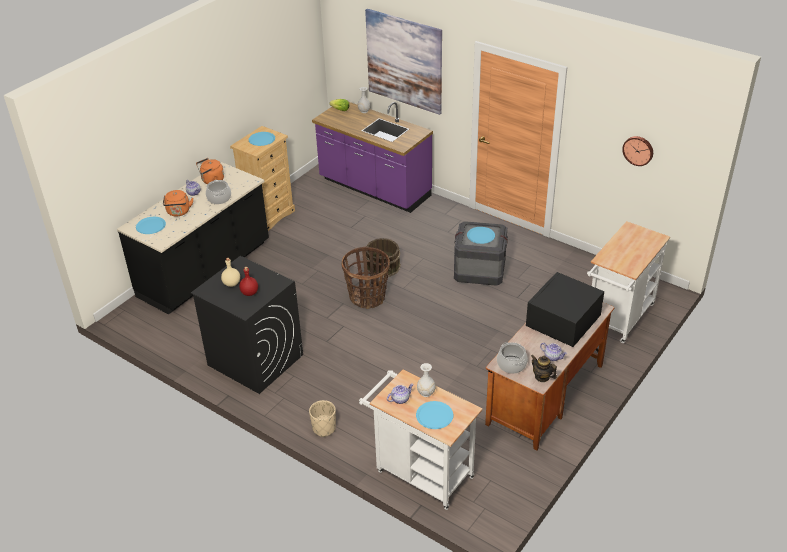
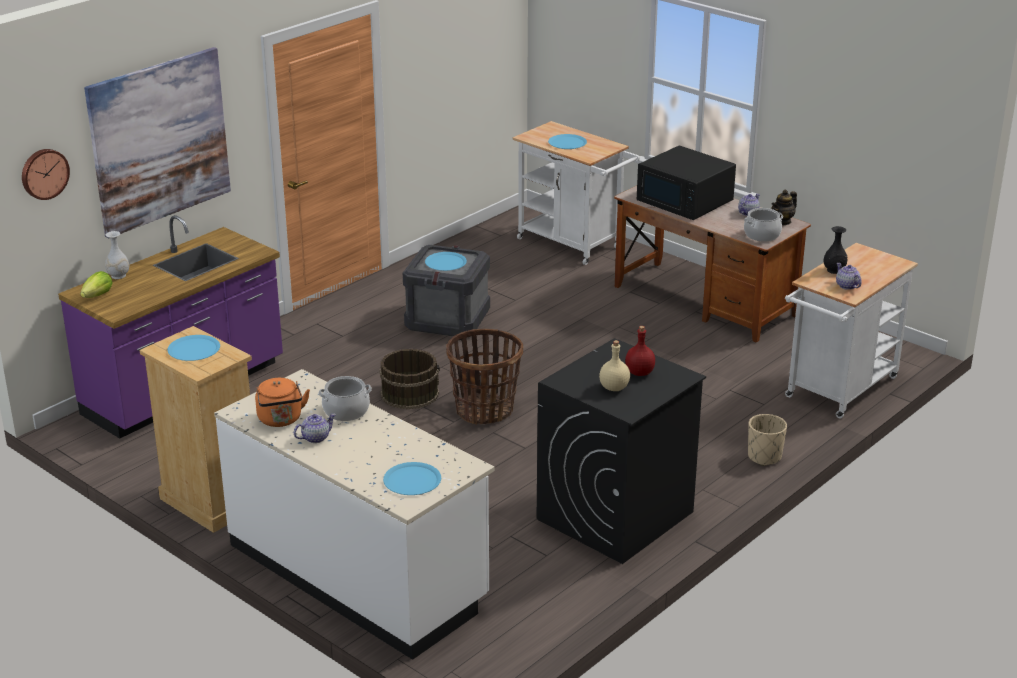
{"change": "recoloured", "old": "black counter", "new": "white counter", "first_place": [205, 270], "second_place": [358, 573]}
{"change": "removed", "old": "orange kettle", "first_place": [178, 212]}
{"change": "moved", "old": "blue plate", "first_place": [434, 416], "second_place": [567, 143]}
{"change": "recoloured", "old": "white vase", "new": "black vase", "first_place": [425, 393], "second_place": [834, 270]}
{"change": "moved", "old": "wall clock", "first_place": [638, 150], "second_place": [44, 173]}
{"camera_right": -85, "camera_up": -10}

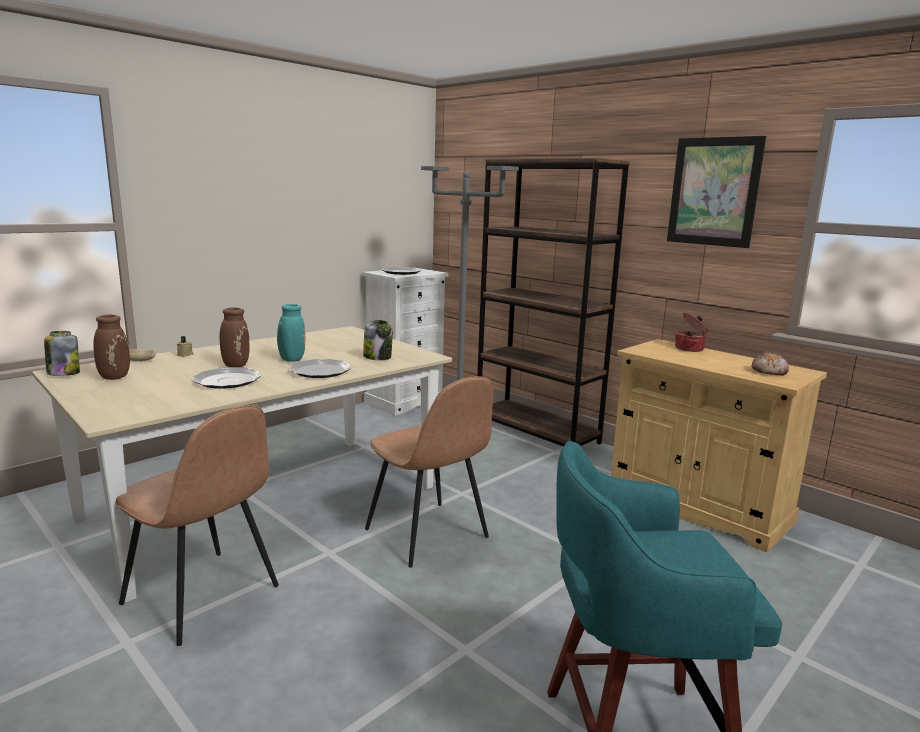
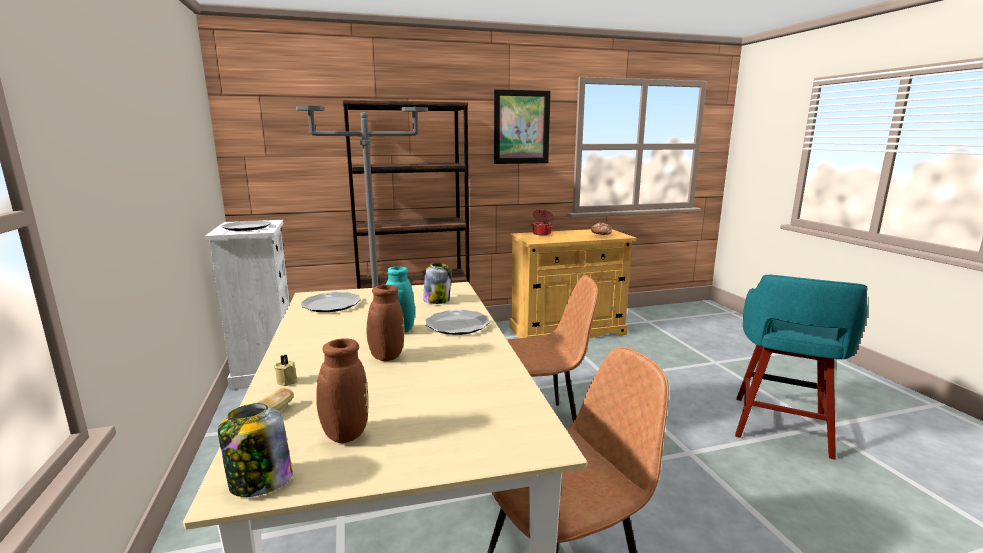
{"change": "moved", "old": "plate", "first_place": [227, 381], "second_place": [332, 304]}
{"camera_right": -60, "camera_up": 0}

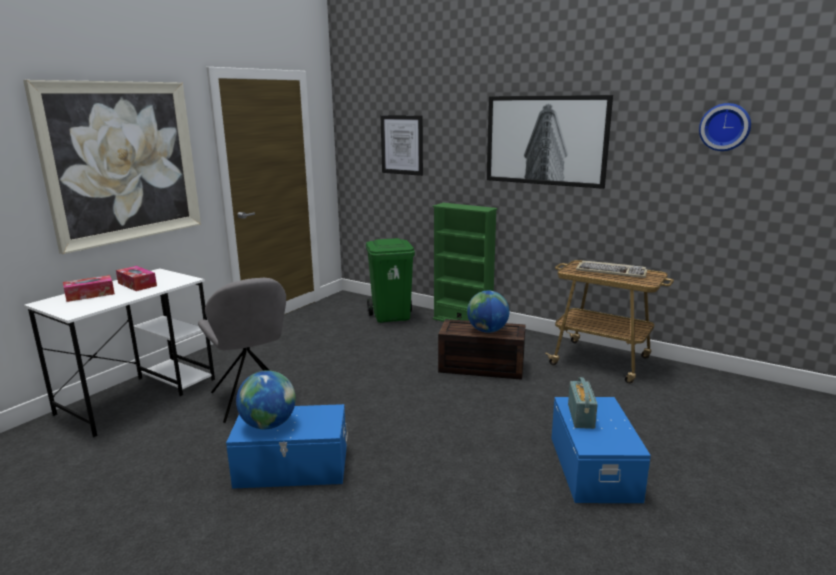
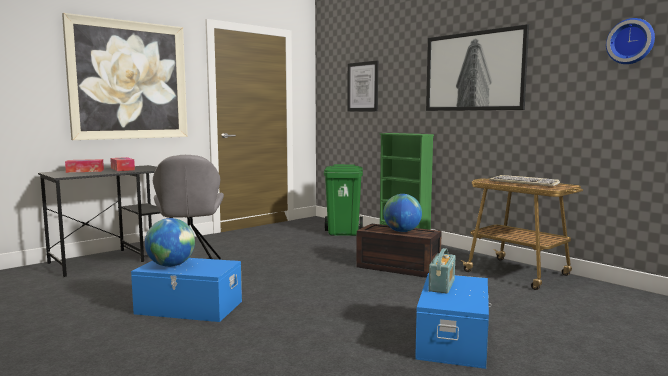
{"change": "recoloured", "old": "white desk", "new": "black desk", "first_place": [139, 395], "second_place": [113, 259]}
{"camera_right": 15, "camera_up": -10}

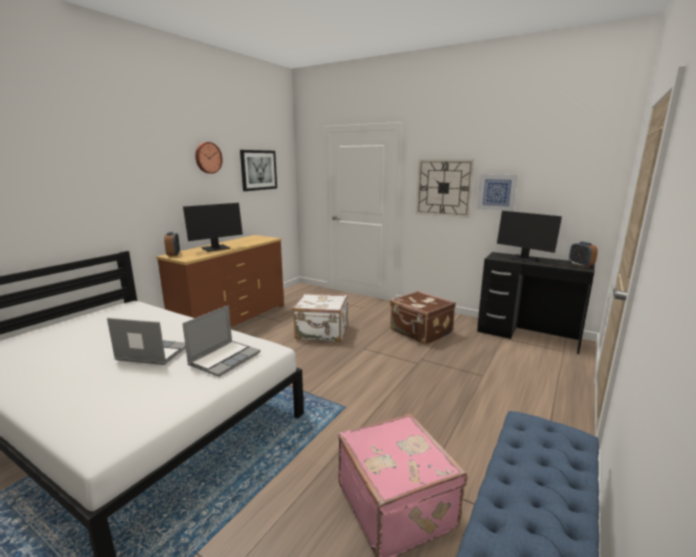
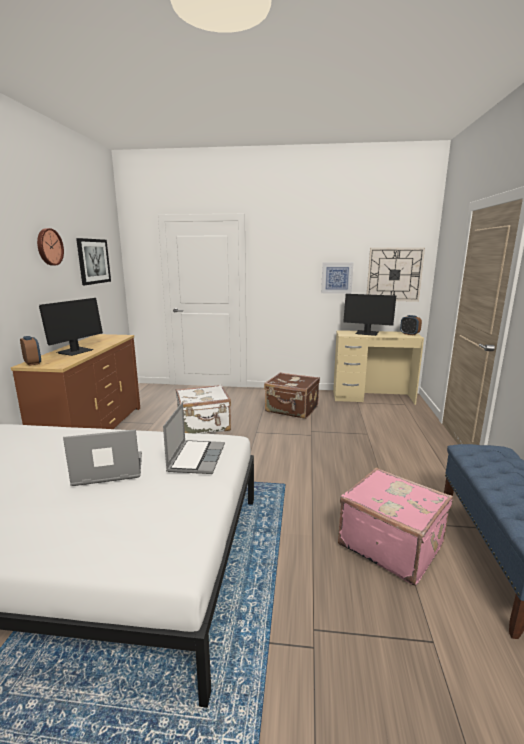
{"change": "moved", "old": "wall clock", "first_place": [443, 188], "second_place": [394, 274]}
{"change": "recoloured", "old": "black desk", "new": "beige desk", "first_place": [527, 335], "second_place": [372, 397]}
{"camera_right": -25, "camera_up": 0}

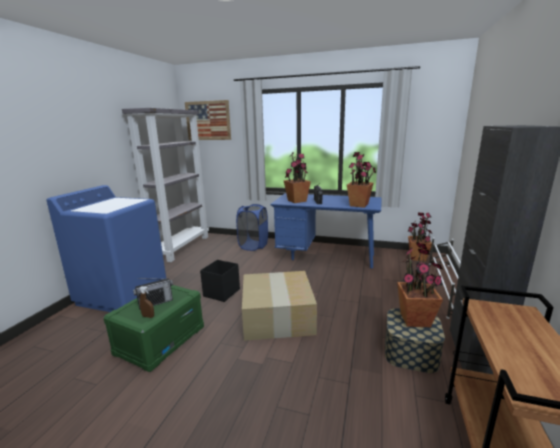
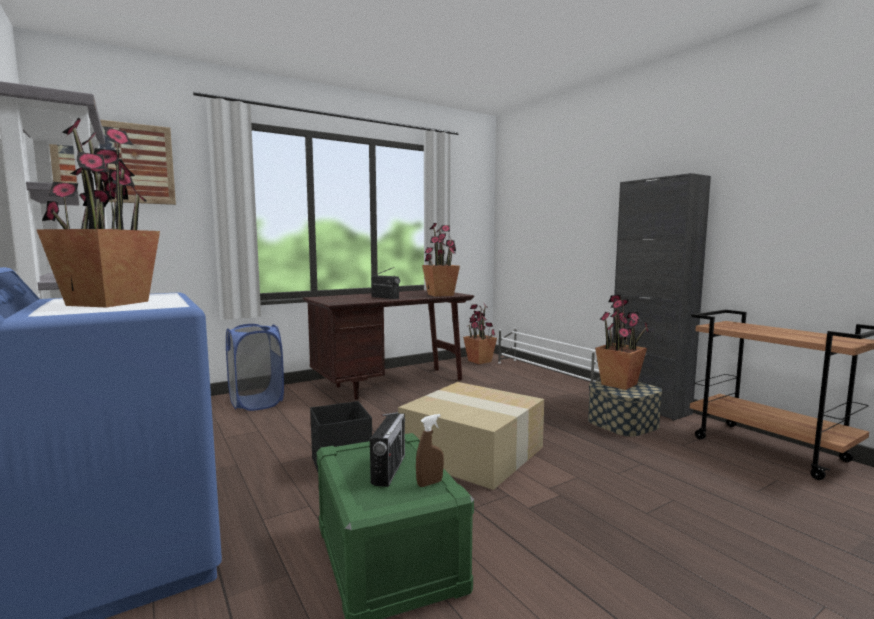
{"change": "recoloured", "old": "blue desk", "new": "brown desk", "first_place": [326, 256], "second_place": [391, 384]}
{"change": "moved", "old": "potted plant", "first_place": [297, 201], "second_place": [109, 303]}
{"camera_right": -50, "camera_up": -10}

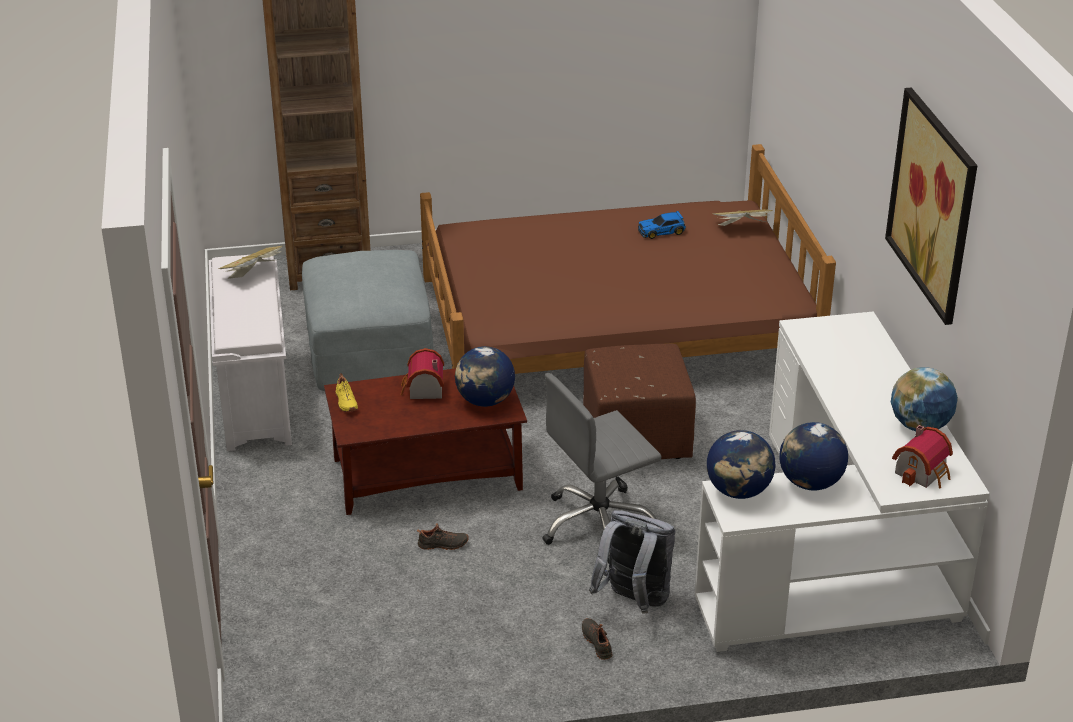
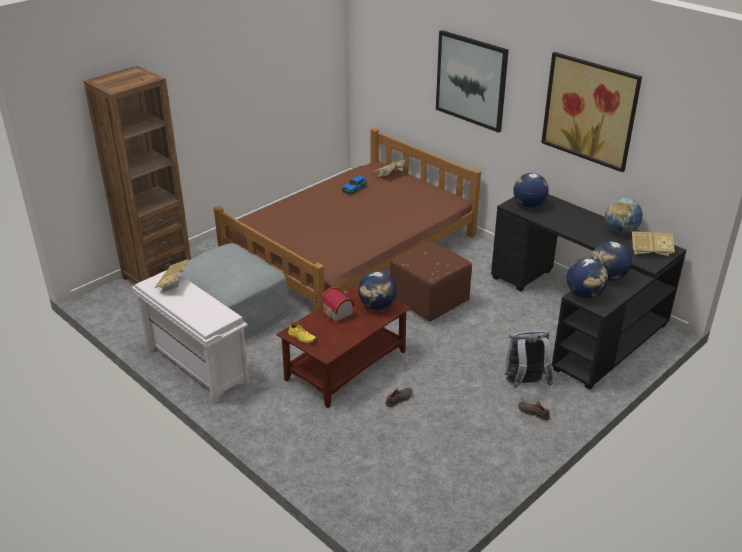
{"change": "removed", "old": "grey office chair", "first_place": [599, 525]}
{"change": "recoloured", "old": "white desk", "new": "black desk", "first_place": [839, 550], "second_place": [580, 315]}
{"change": "replaced", "old": "toy house", "new": "book", "first_place": [923, 472], "second_place": [650, 251]}
{"change": "added", "new": "picture", "second_place": [471, 80]}
{"change": "added", "new": "globe", "second_place": [528, 205]}
{"camera_right": -35, "camera_up": 0}

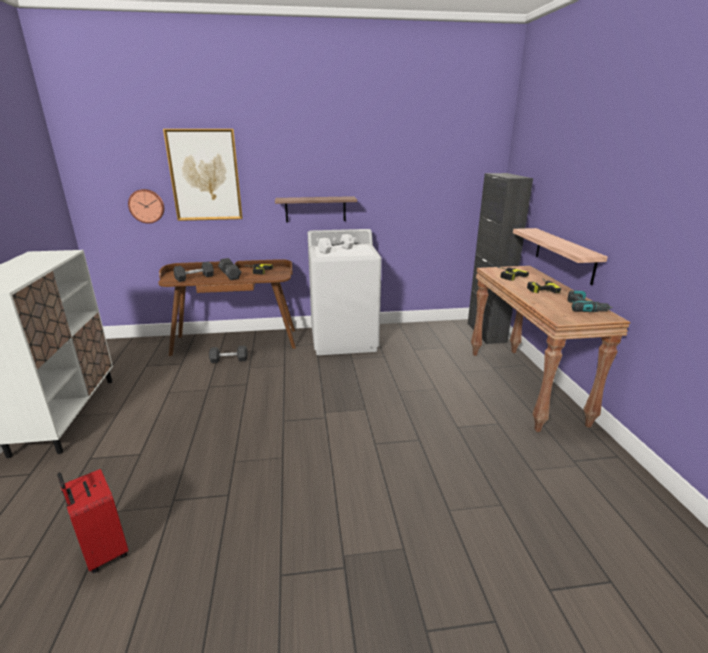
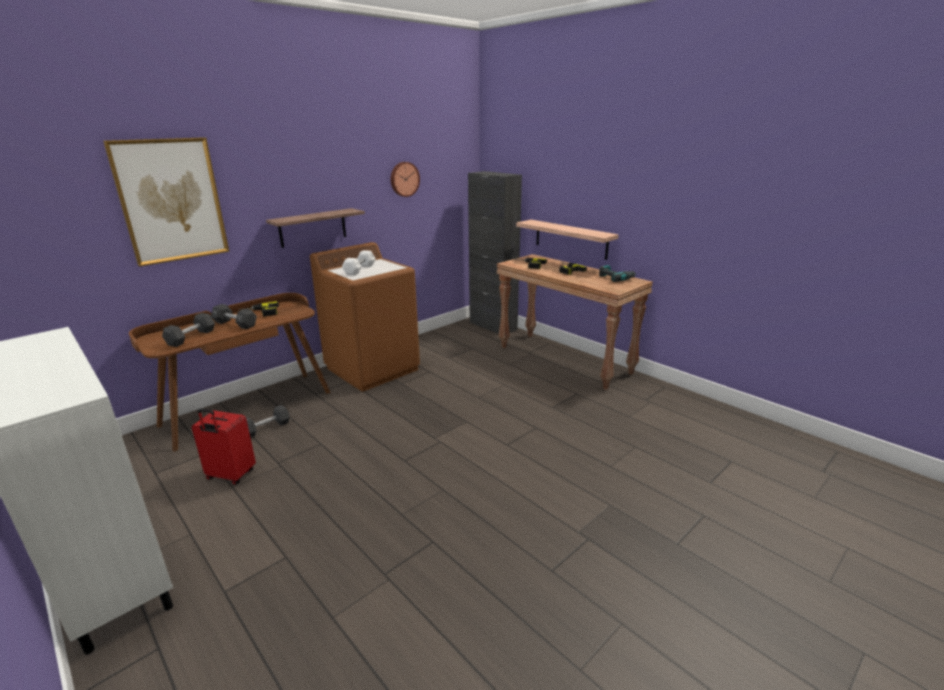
{"change": "moved", "old": "red suitcase", "first_place": [103, 552], "second_place": [230, 475]}
{"change": "moved", "old": "wall clock", "first_place": [147, 206], "second_place": [404, 179]}
{"change": "recoloured", "old": "white washing machine", "new": "brown washing machine", "first_place": [344, 339], "second_place": [373, 368]}
{"camera_right": -35, "camera_up": 0}

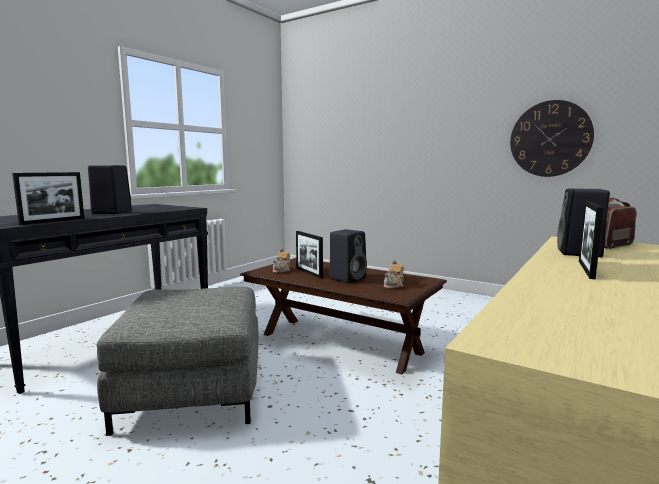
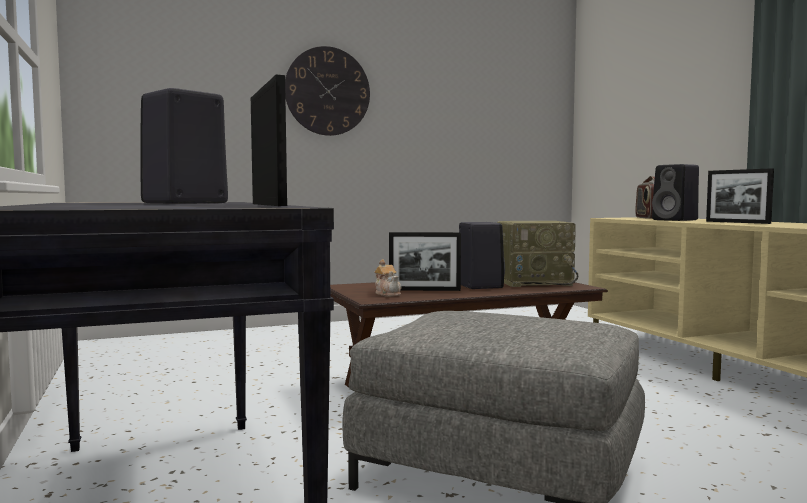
{"change": "replaced", "old": "teapot", "new": "radio", "first_place": [394, 285], "second_place": [534, 282]}
{"change": "moved", "old": "wall clock", "first_place": [550, 139], "second_place": [327, 91]}
{"camera_right": -55, "camera_up": -5}

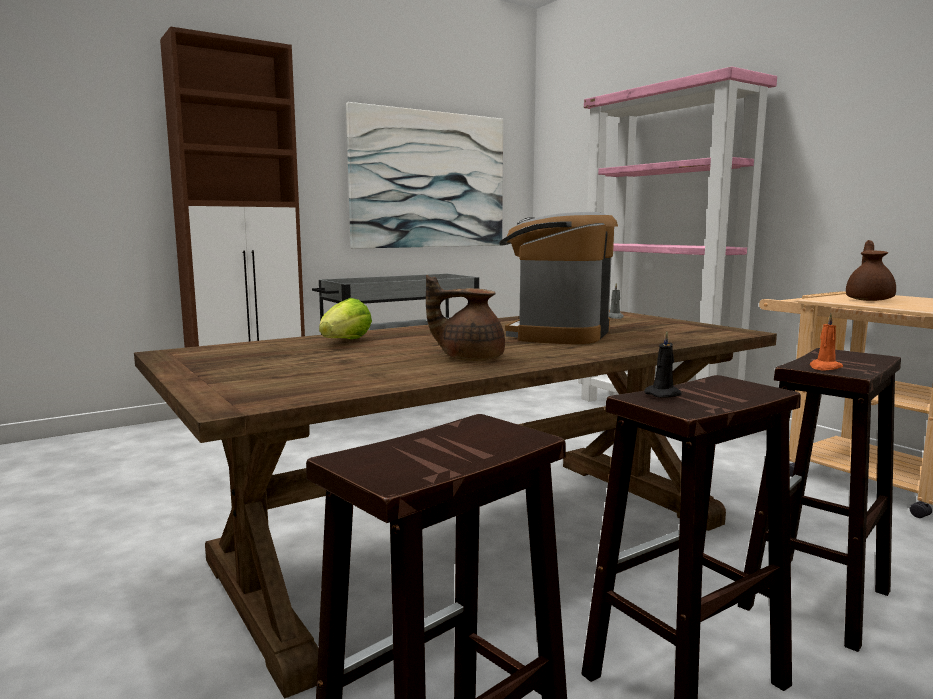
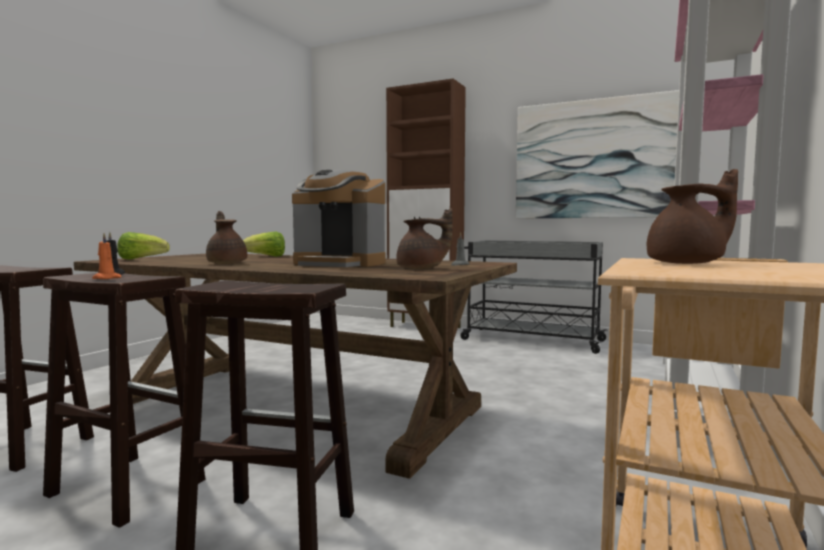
{"change": "turned", "old": "coffee machine", "first_place": [557, 334], "second_place": [340, 264], "degrees": -150}
{"change": "moved", "old": "orange candle", "first_place": [824, 367], "second_place": [105, 278]}
{"change": "added", "new": "lettuce", "second_place": [141, 259]}
{"change": "added", "new": "brown teapot", "second_place": [422, 268]}
{"camera_right": 60, "camera_up": -5}

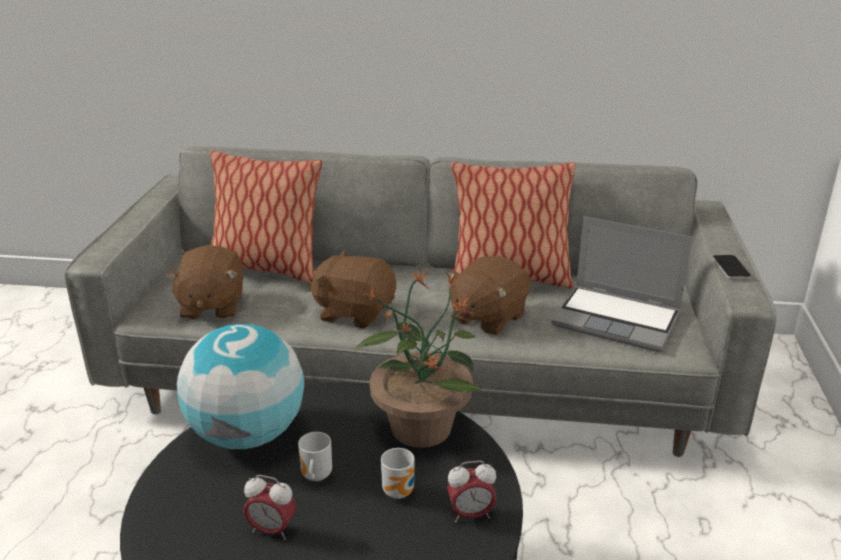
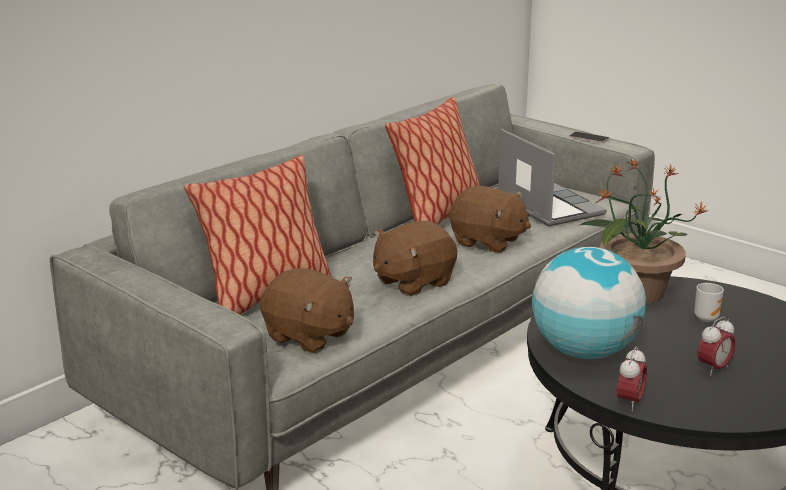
{"change": "removed", "old": "mug", "first_place": [315, 477]}
{"change": "turned", "old": "brown plush toy", "first_place": [487, 318], "second_place": [488, 242], "degrees": -45}
{"change": "moved", "old": "alarm clock", "first_place": [470, 515], "second_place": [629, 402]}
{"change": "turned", "old": "laptop", "first_place": [618, 320], "second_place": [547, 206], "degrees": -90}
{"camera_right": -55, "camera_up": -5}

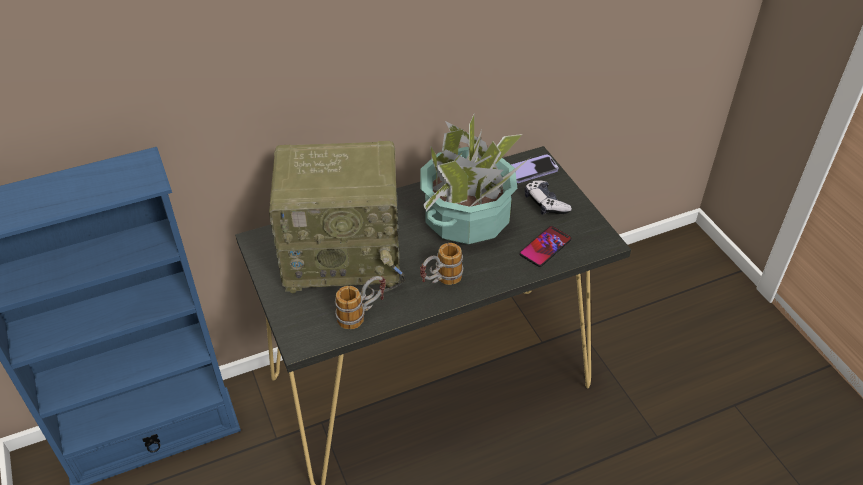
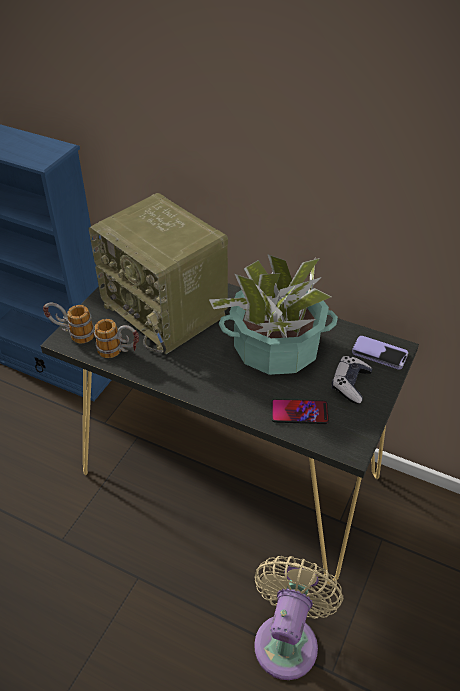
{"change": "moved", "old": "mug", "first_place": [440, 282], "second_place": [72, 334]}
{"change": "added", "new": "beige fan", "second_place": [288, 639]}
{"camera_right": 50, "camera_up": 0}

